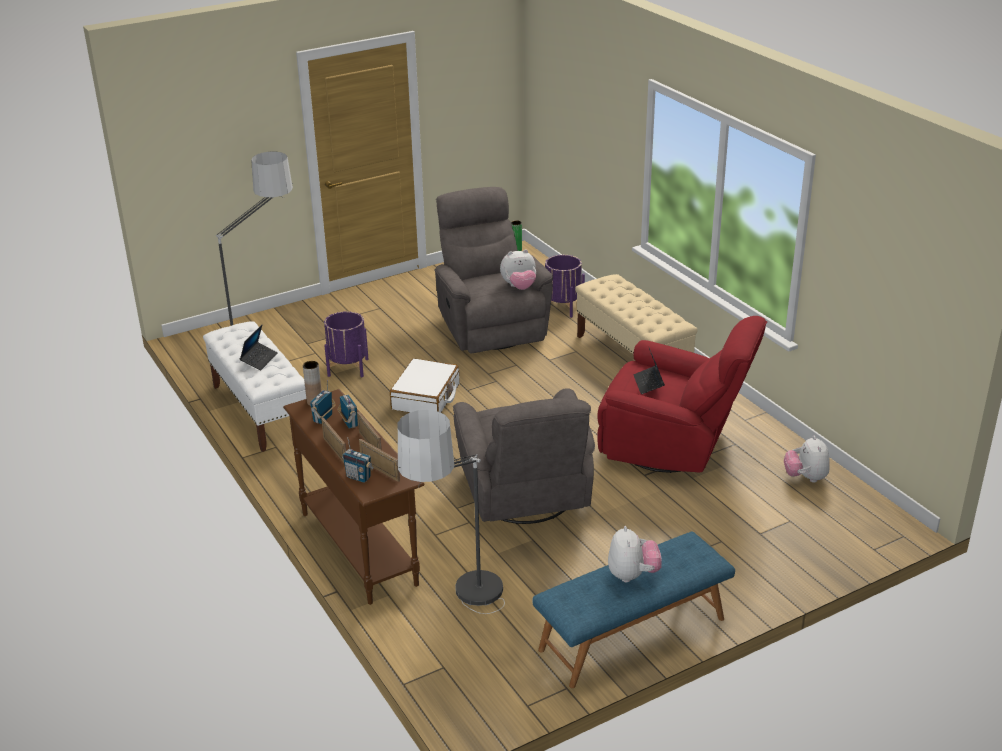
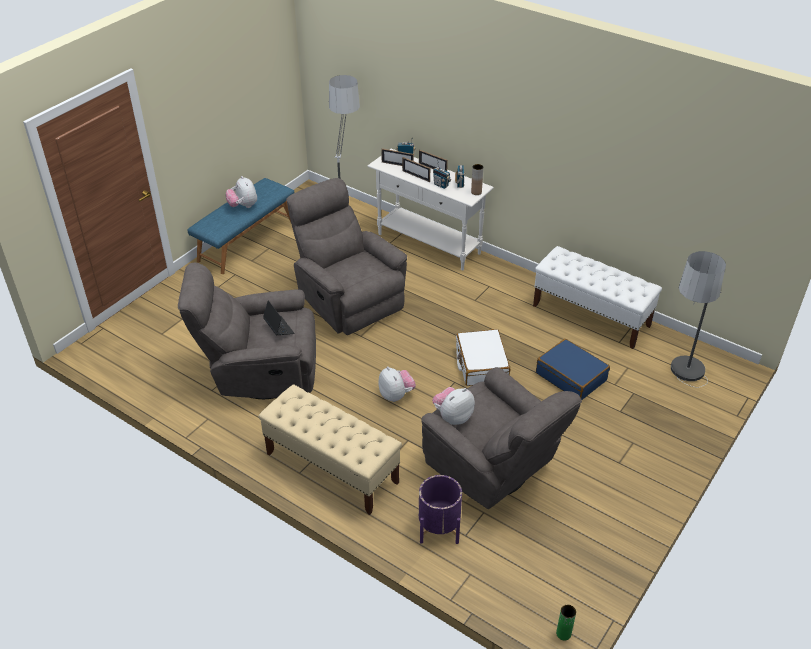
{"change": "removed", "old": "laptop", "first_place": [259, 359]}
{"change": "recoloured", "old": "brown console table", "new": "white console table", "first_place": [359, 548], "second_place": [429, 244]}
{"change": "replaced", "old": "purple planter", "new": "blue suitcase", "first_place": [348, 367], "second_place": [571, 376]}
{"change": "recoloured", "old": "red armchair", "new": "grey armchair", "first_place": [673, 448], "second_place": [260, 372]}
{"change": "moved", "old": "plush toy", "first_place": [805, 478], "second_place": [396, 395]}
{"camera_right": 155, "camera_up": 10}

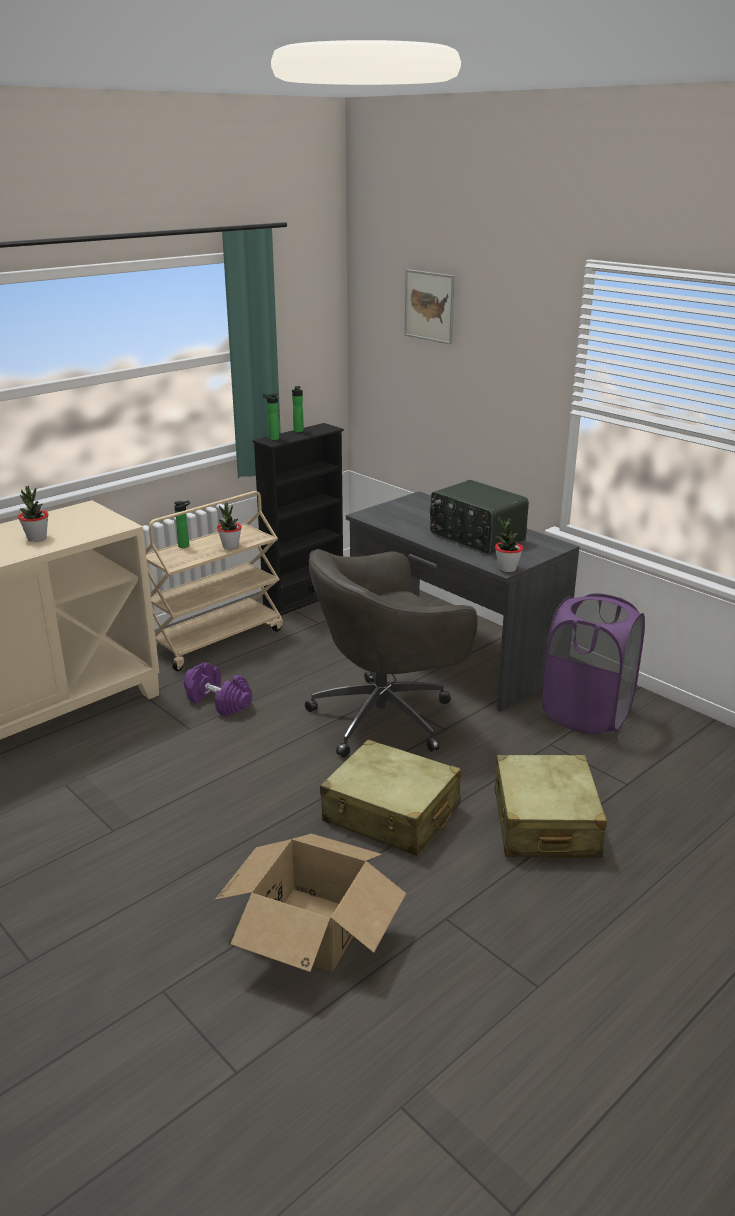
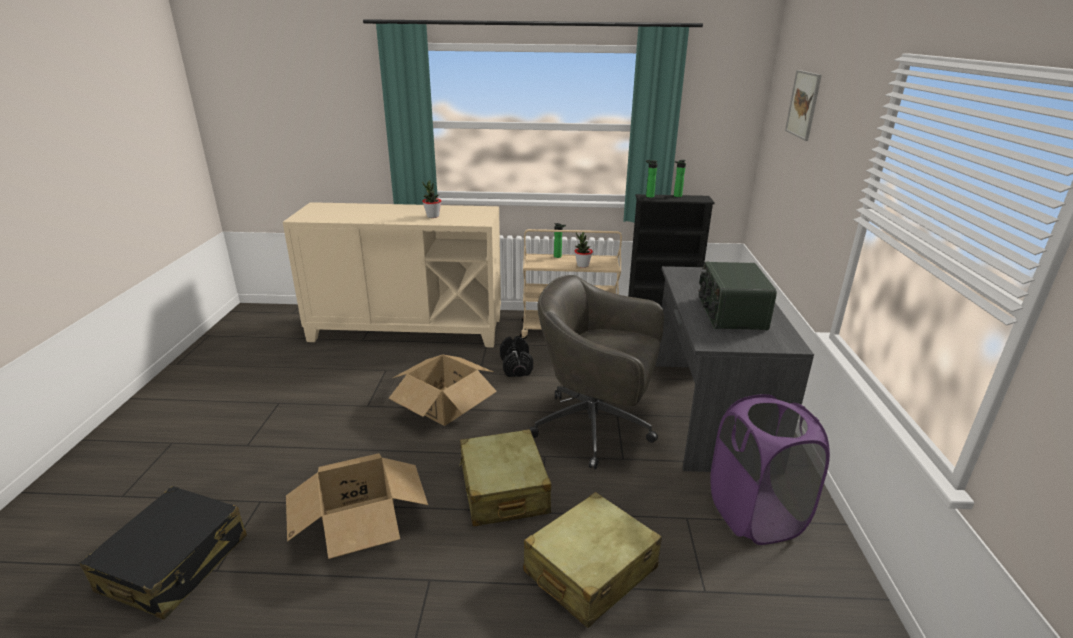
{"change": "recoloured", "old": "purple dumbbell", "new": "black dumbbell", "first_place": [219, 702], "second_place": [516, 366]}
{"change": "removed", "old": "potted plant", "first_place": [507, 569]}
{"change": "added", "new": "black suitcase", "second_place": [175, 563]}
{"change": "added", "new": "cardboard box", "second_place": [444, 405]}
{"camera_right": 45, "camera_up": 0}

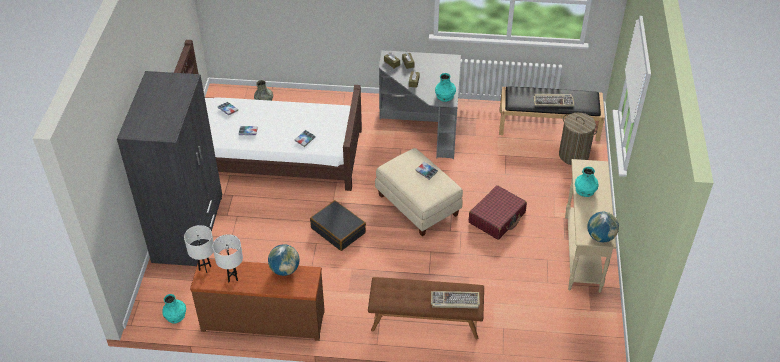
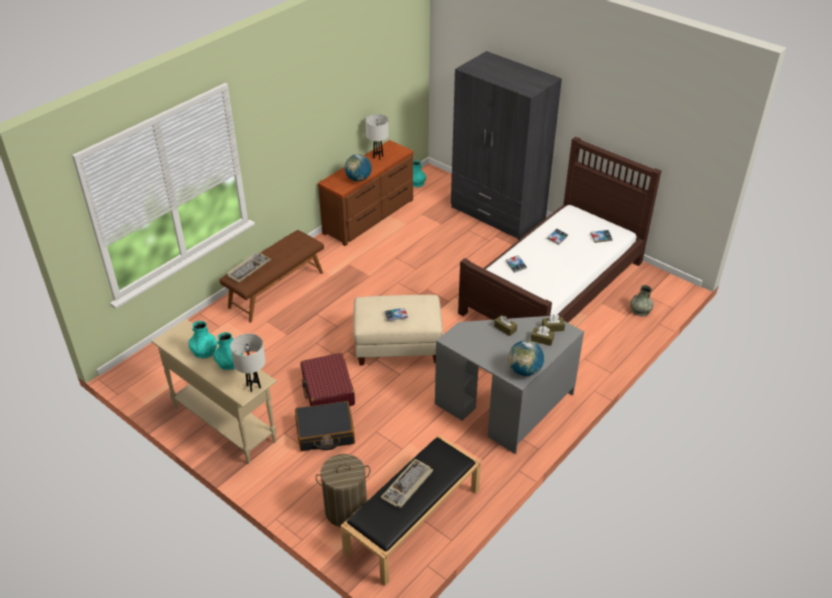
{"change": "moved", "old": "white table lamp", "first_place": [205, 268], "second_place": [253, 386]}
{"change": "moved", "old": "black suitcase", "first_place": [338, 230], "second_place": [325, 432]}
{"change": "moved", "old": "turquoise vase", "first_place": [445, 96], "second_place": [204, 351]}
{"change": "moved", "old": "globe", "first_place": [600, 237], "second_place": [524, 370]}
{"camera_right": 125, "camera_up": -5}

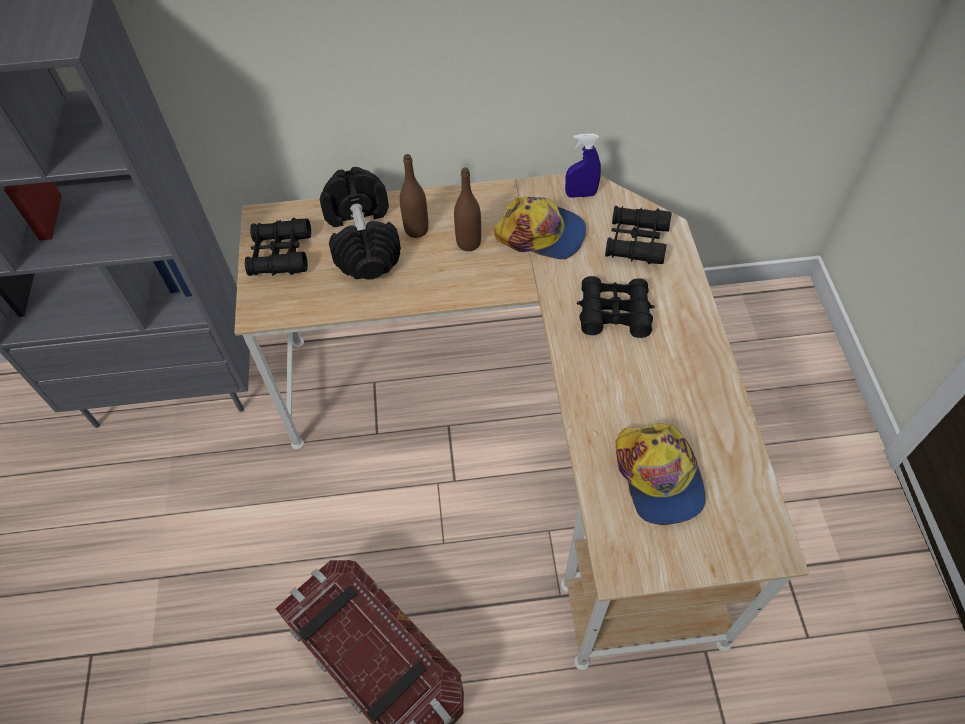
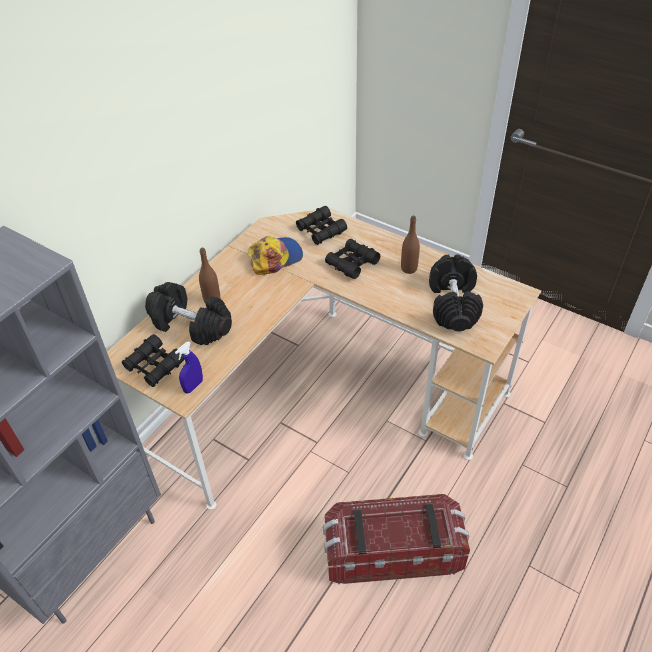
{"change": "moved", "old": "brown bottle", "first_place": [468, 243], "second_place": [409, 268]}
{"change": "moved", "old": "blue spray bottle", "first_place": [580, 194], "second_place": [193, 386]}
{"change": "replaced", "old": "cap", "new": "black dumbbell", "first_place": [658, 477], "second_place": [453, 305]}
{"camera_right": -50, "camera_up": -10}

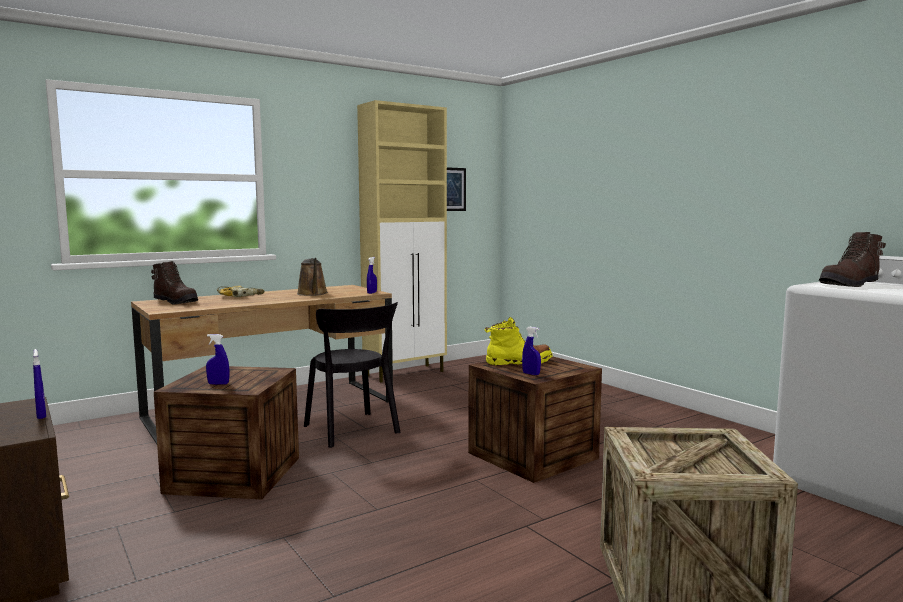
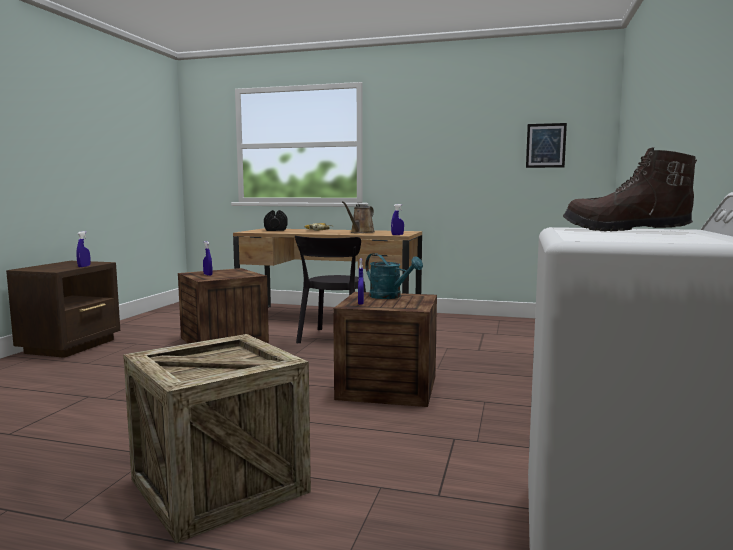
{"change": "replaced", "old": "brown boot", "new": "black dumbbell", "first_place": [176, 302], "second_place": [276, 229]}
{"change": "removed", "old": "beige cabinet", "first_place": [406, 373]}
{"change": "replaced", "old": "yellow boot", "new": "turquoise watering can", "first_place": [519, 362], "second_place": [390, 297]}
{"camera_right": 50, "camera_up": 0}

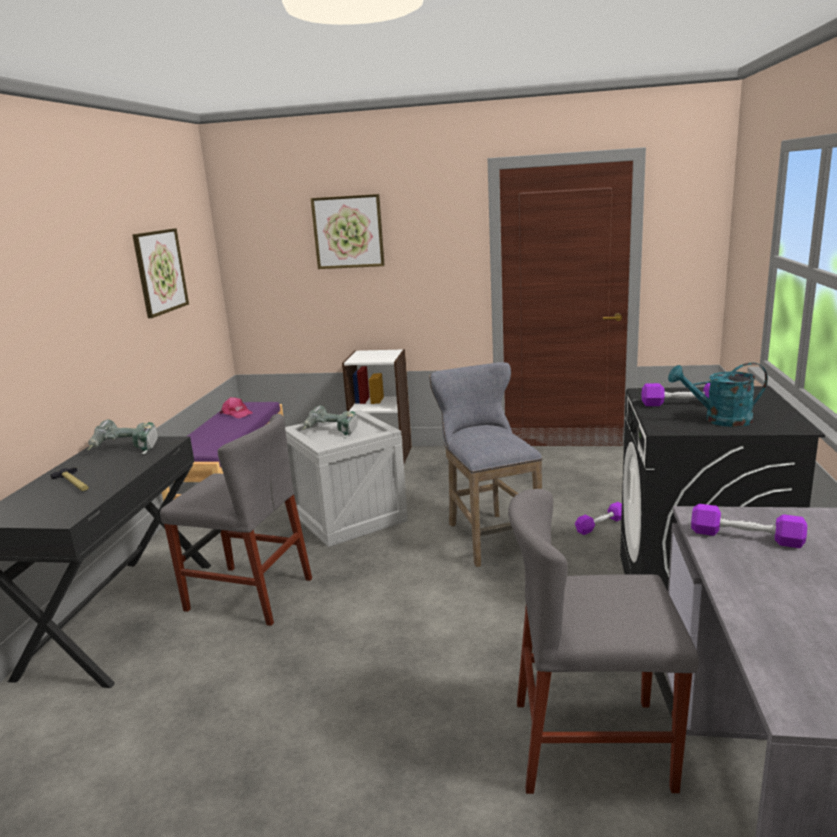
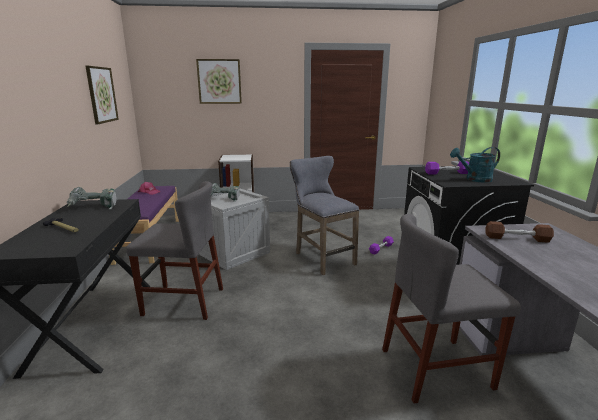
{"change": "recoloured", "old": "purple dumbbell", "new": "brown dumbbell", "first_place": [746, 537], "second_place": [517, 238]}
{"camera_right": -15, "camera_up": 0}

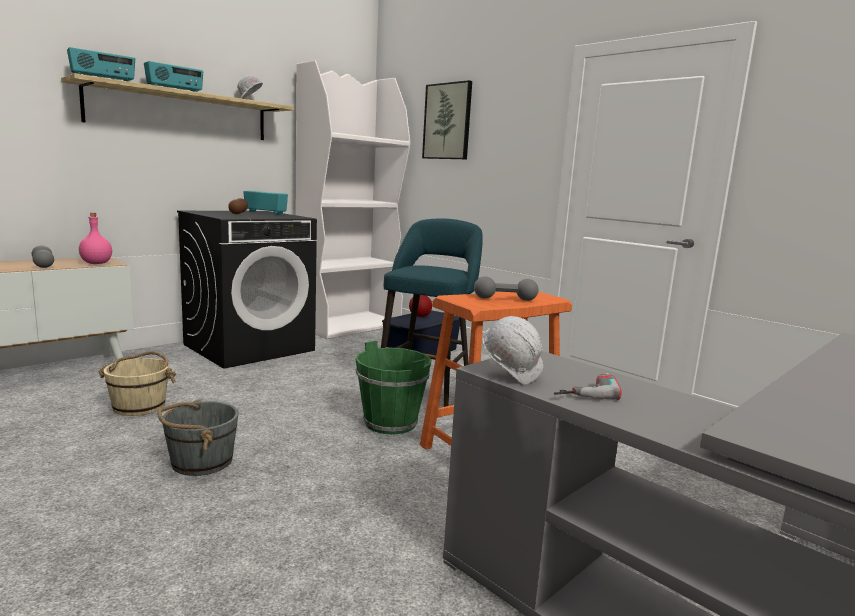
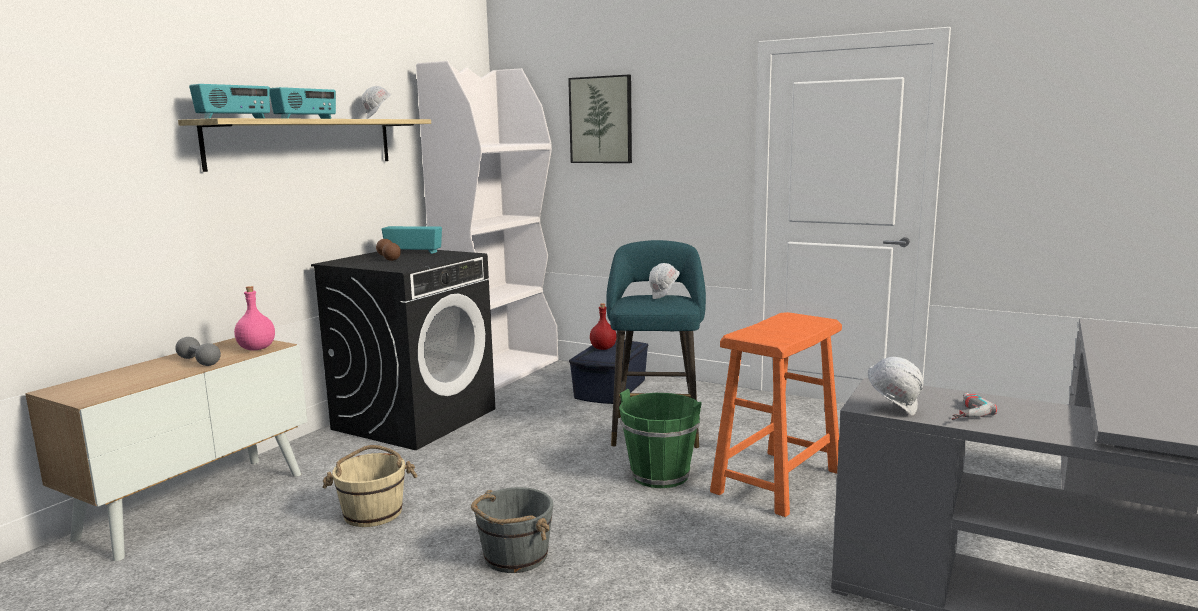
{"change": "removed", "old": "grey dumbbell", "first_place": [505, 299]}
{"change": "added", "new": "white hard hat", "second_place": [665, 297]}
{"camera_right": -15, "camera_up": 0}

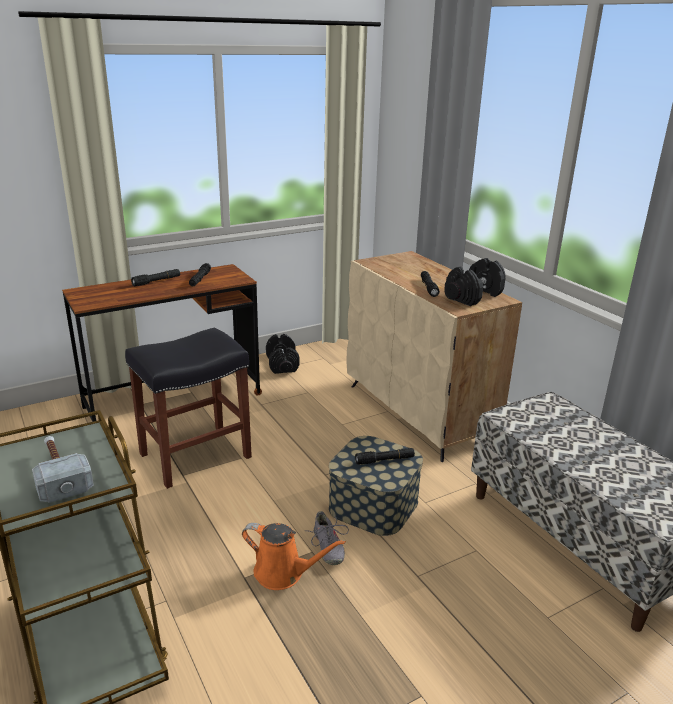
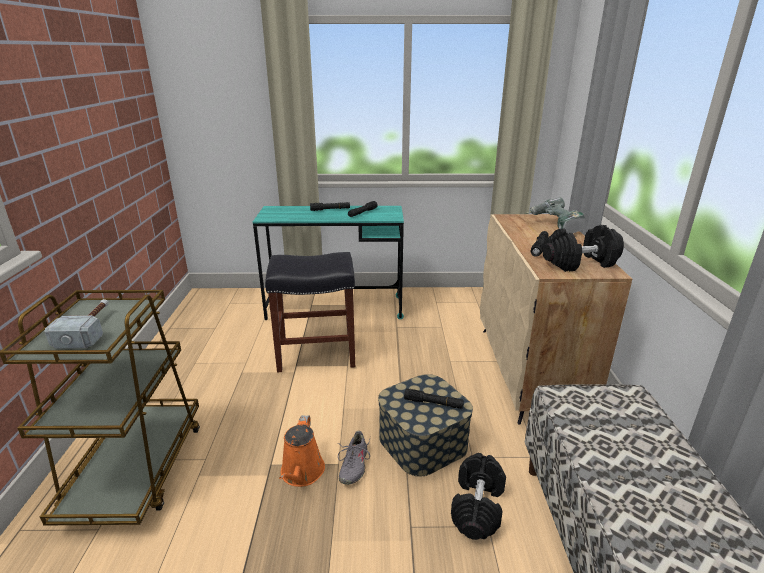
{"change": "recoloured", "old": "brown desk", "new": "turquoise desk", "first_place": [173, 401], "second_place": [335, 308]}
{"change": "turned", "old": "orange watering can", "first_place": [283, 573], "second_place": [301, 473], "degrees": 45}
{"change": "moved", "old": "black dumbbell", "first_place": [282, 364], "second_place": [477, 507]}
{"change": "added", "new": "power drill", "second_place": [553, 227]}
{"camera_right": 30, "camera_up": 0}

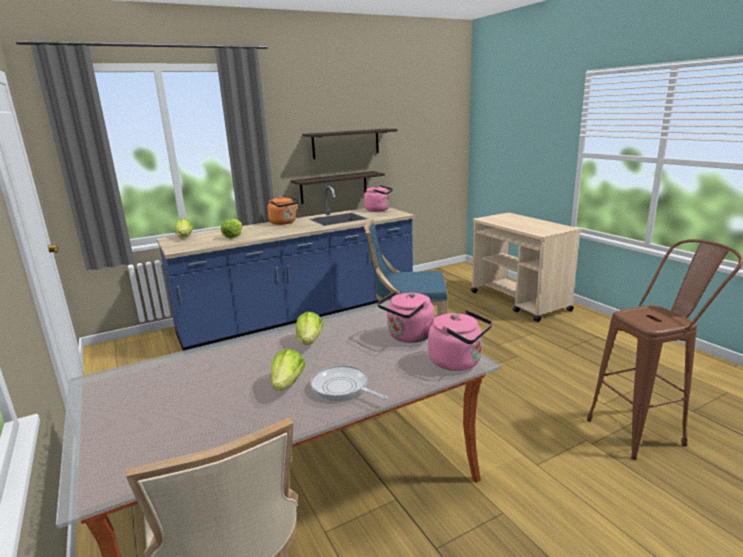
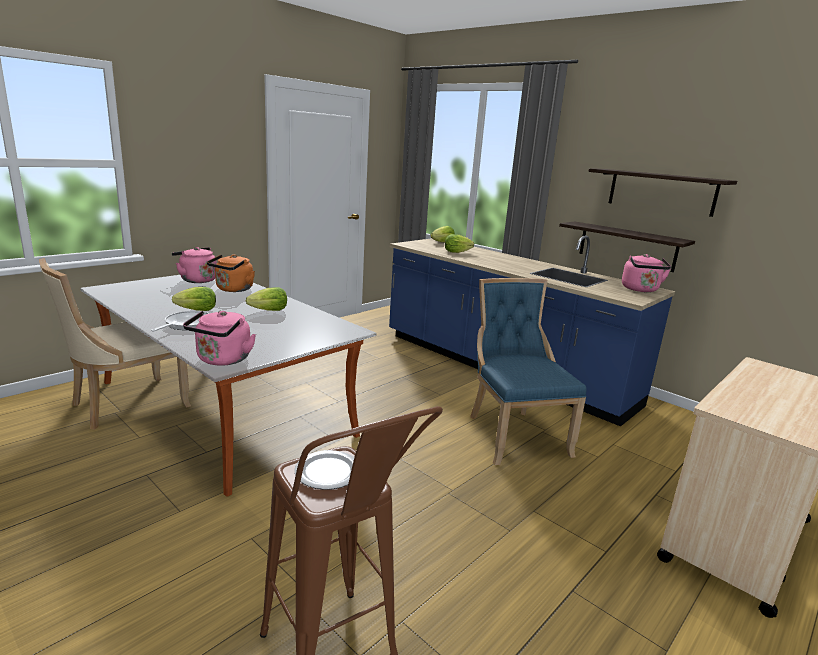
{"change": "moved", "old": "orange kettle", "first_place": [284, 223], "second_place": [233, 289]}
{"change": "moved", "old": "pink kettle", "first_place": [408, 337], "second_place": [196, 280]}
{"change": "added", "new": "plate", "second_place": [326, 472]}
{"camera_right": 70, "camera_up": 0}

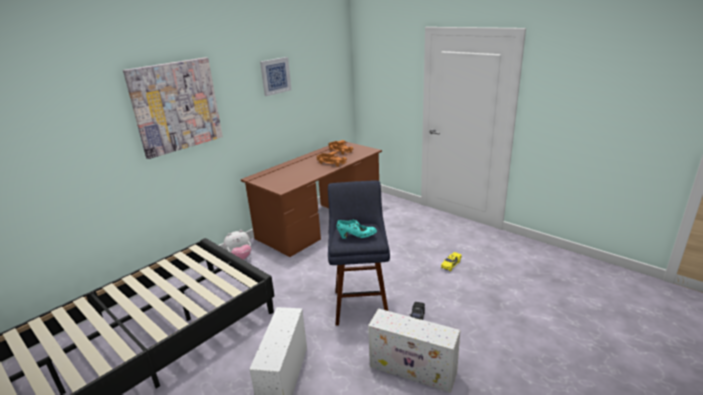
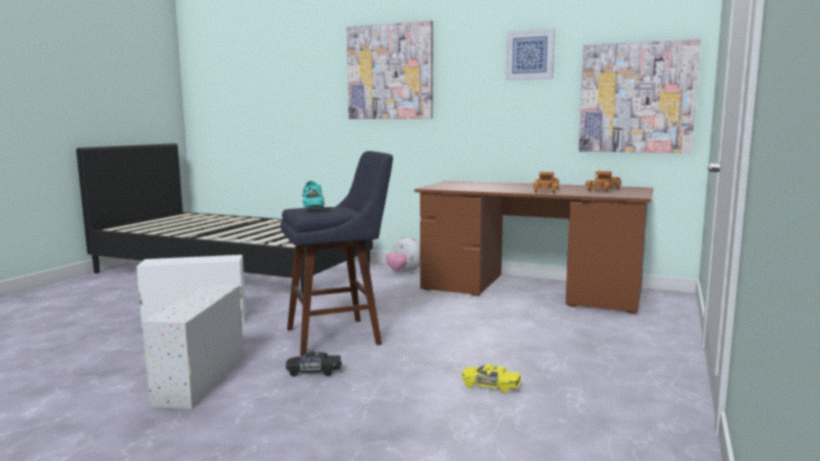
{"change": "added", "new": "picture", "second_place": [636, 98]}
{"camera_right": 70, "camera_up": -15}

